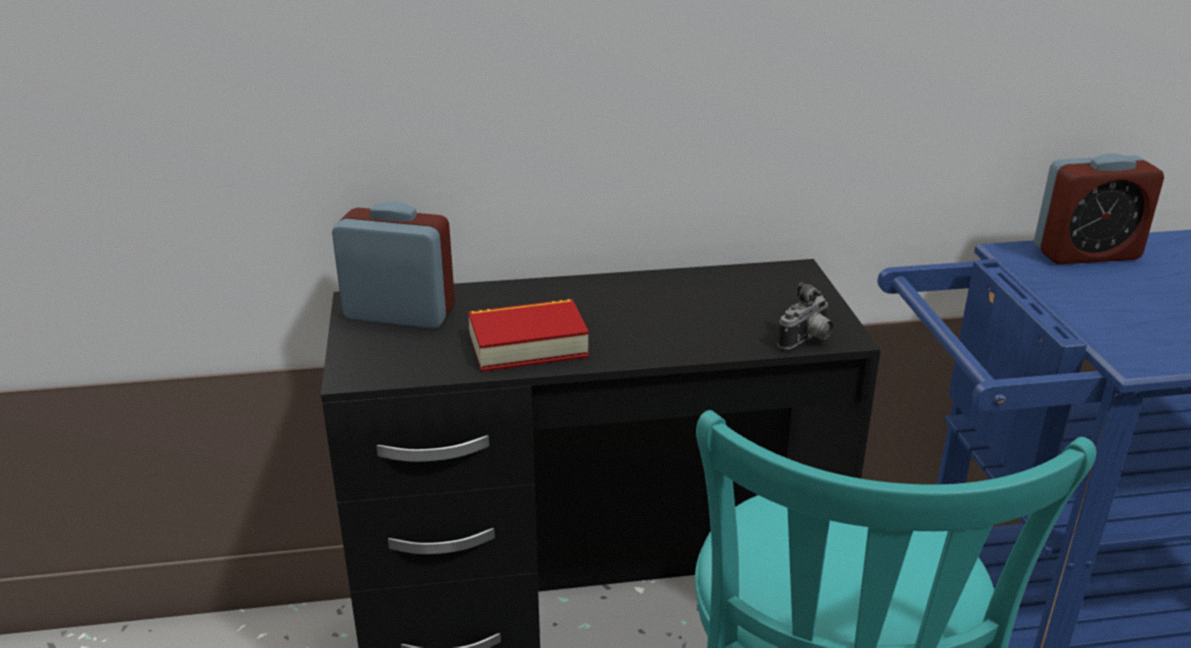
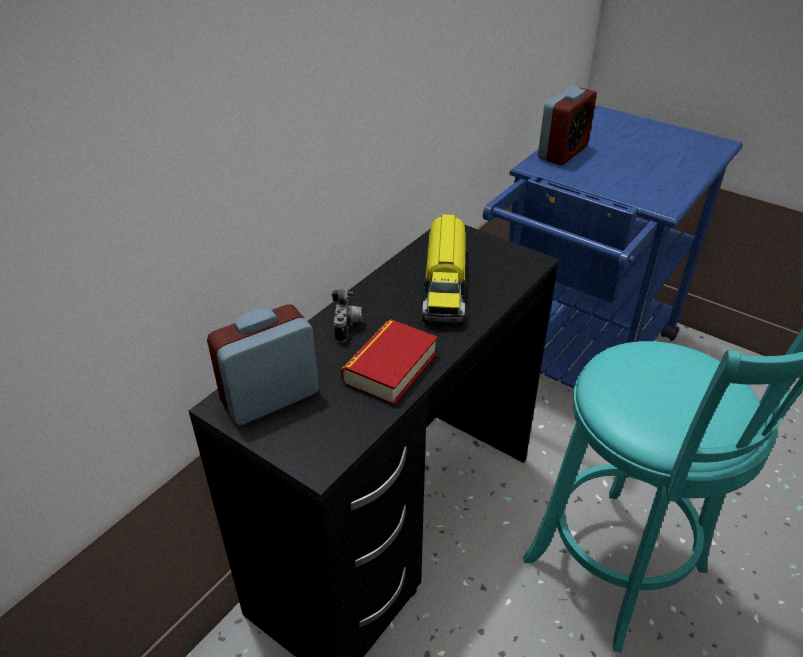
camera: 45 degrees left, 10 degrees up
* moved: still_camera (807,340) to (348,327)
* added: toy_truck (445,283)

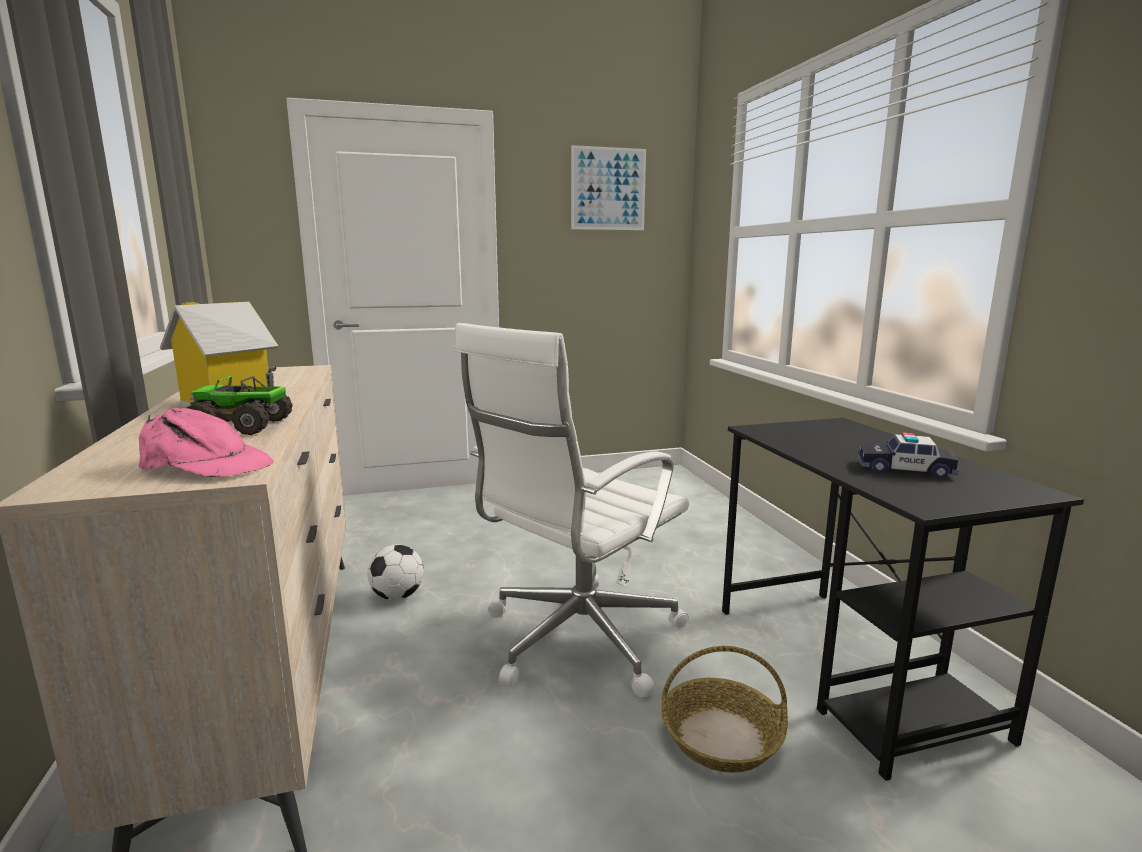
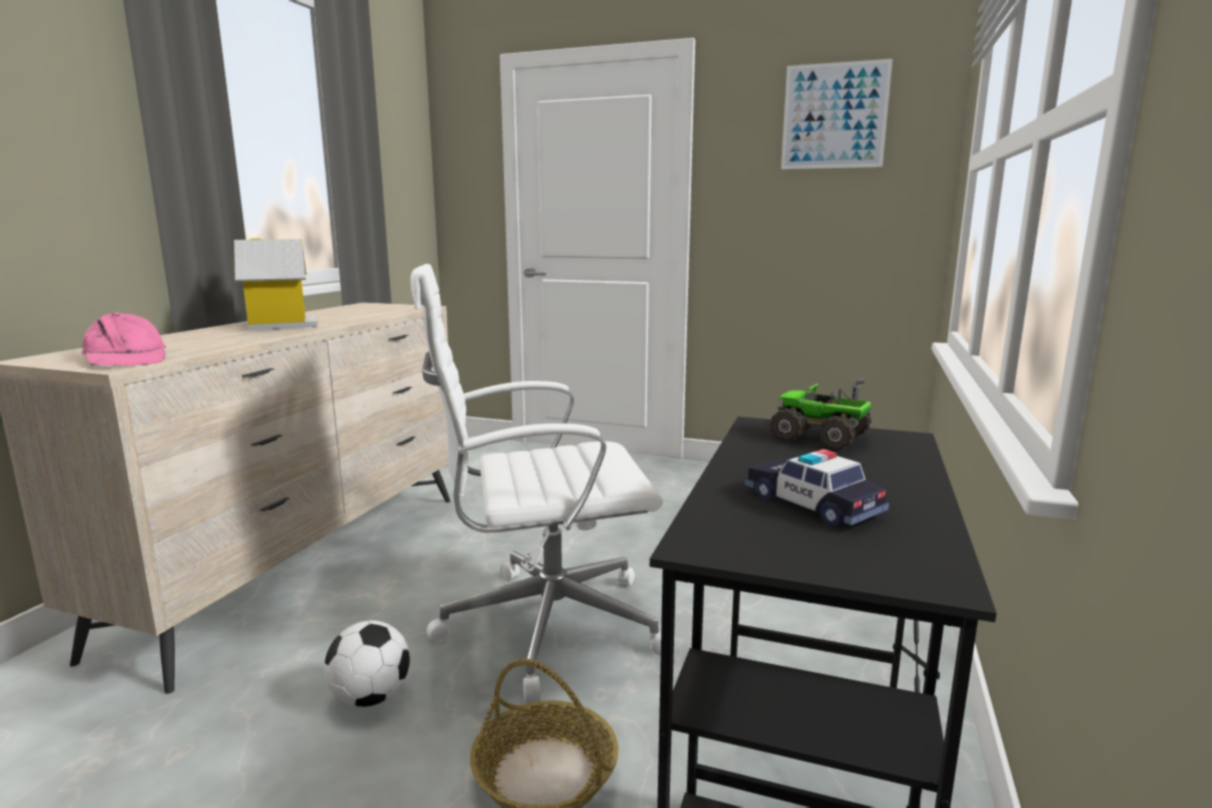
camera: 35 degrees right, 0 degrees up
* moved: toy_truck (243,427) to (821,437)
* moved: football (397,596) to (370,697)

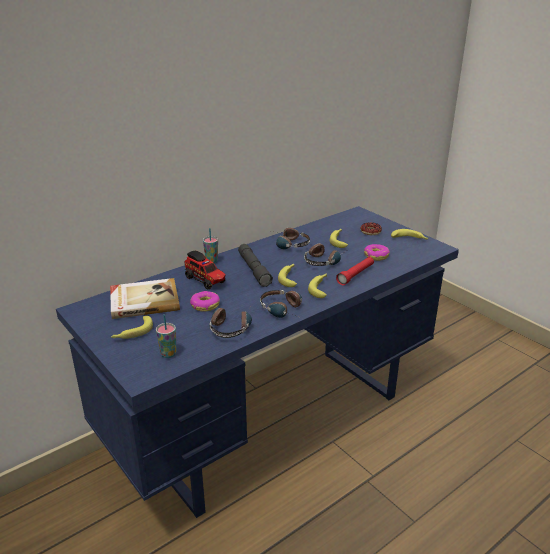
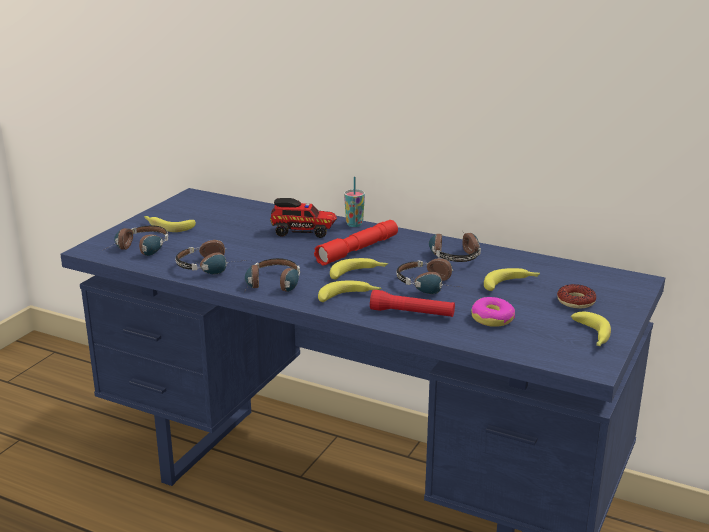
camera: 65 degrees right, 5 degrees down
* recoloured: greyish_hand_torch (254,270) to reddish_hand_torch (357,250)
* turned: toy_truck (206,280) = (304,232) 105 degrees counterclockwise
* removed: volume (144,301)
* removed: doughnut (205,305)
* replaced: drinking_cup (168,354) to pair_of_headphones (138,250)

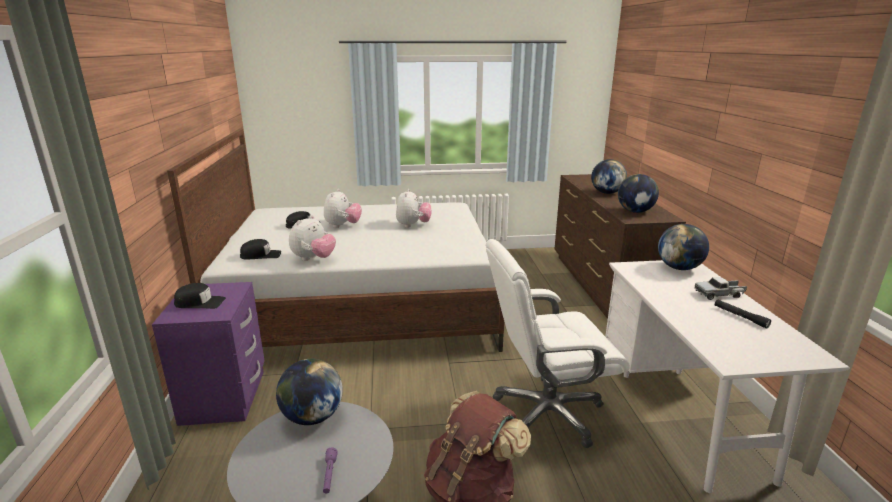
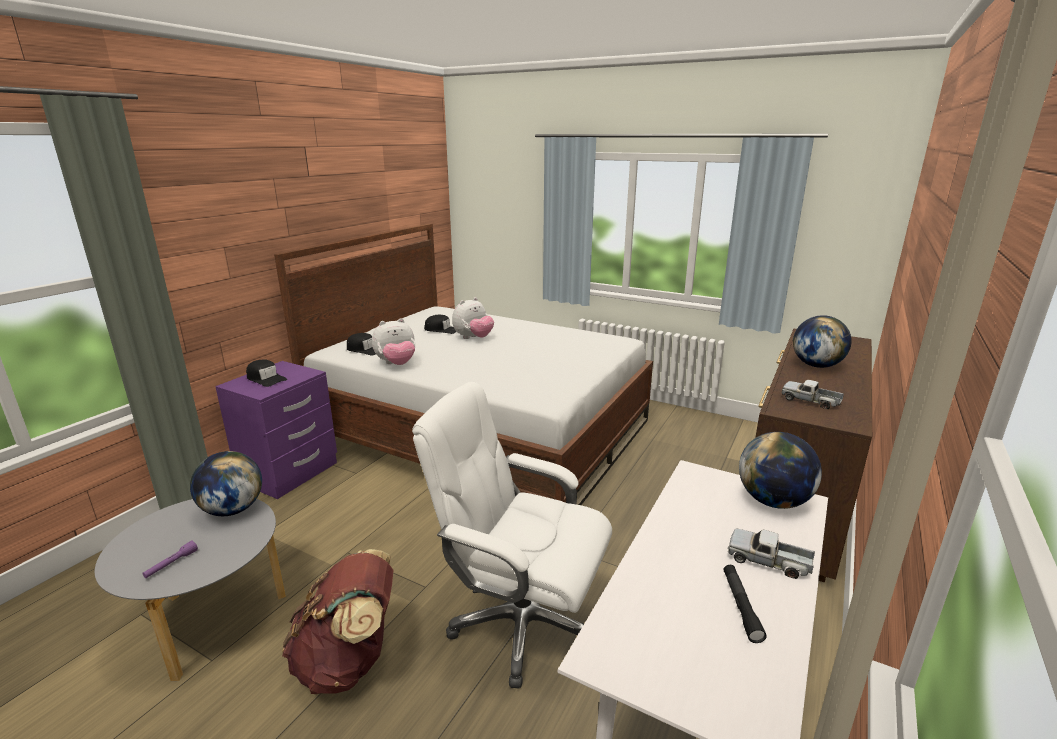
camera: 35 degrees right, 0 degrees up
* replaced: desk_globe (635,211) to toy_truck (810,401)
* removed: cuddly_toy (413,225)

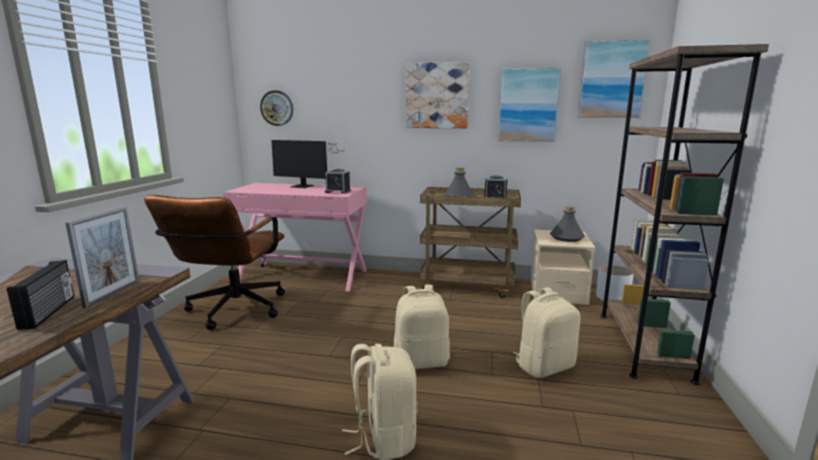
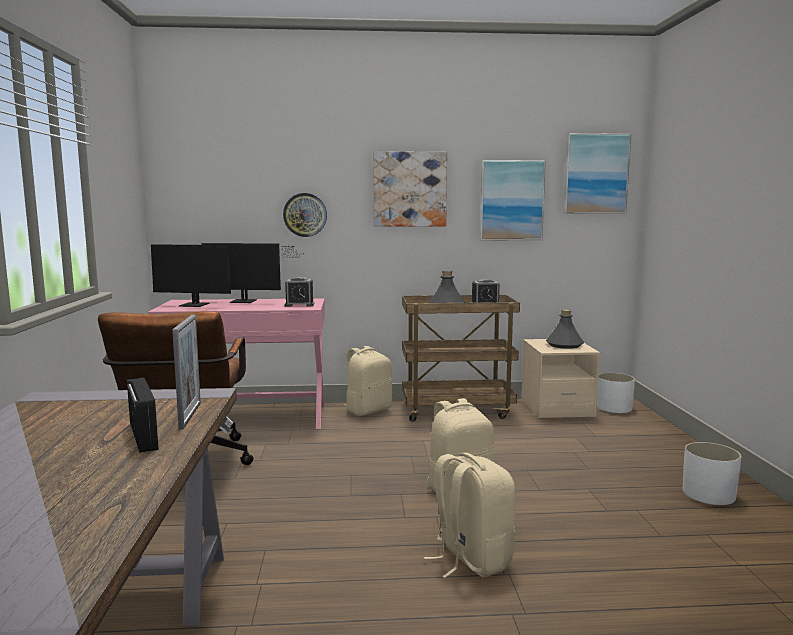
camera: 15 degrees left, 5 degrees down
* removed: brownish_bookcase (643,345)
* moved: wall_clock (277,108) to (305,215)
* moved: beige_knapsack (544,366) to (368,410)
* added: computer_display (197,305)
* added: white-coloured_plant_pot (708,494)

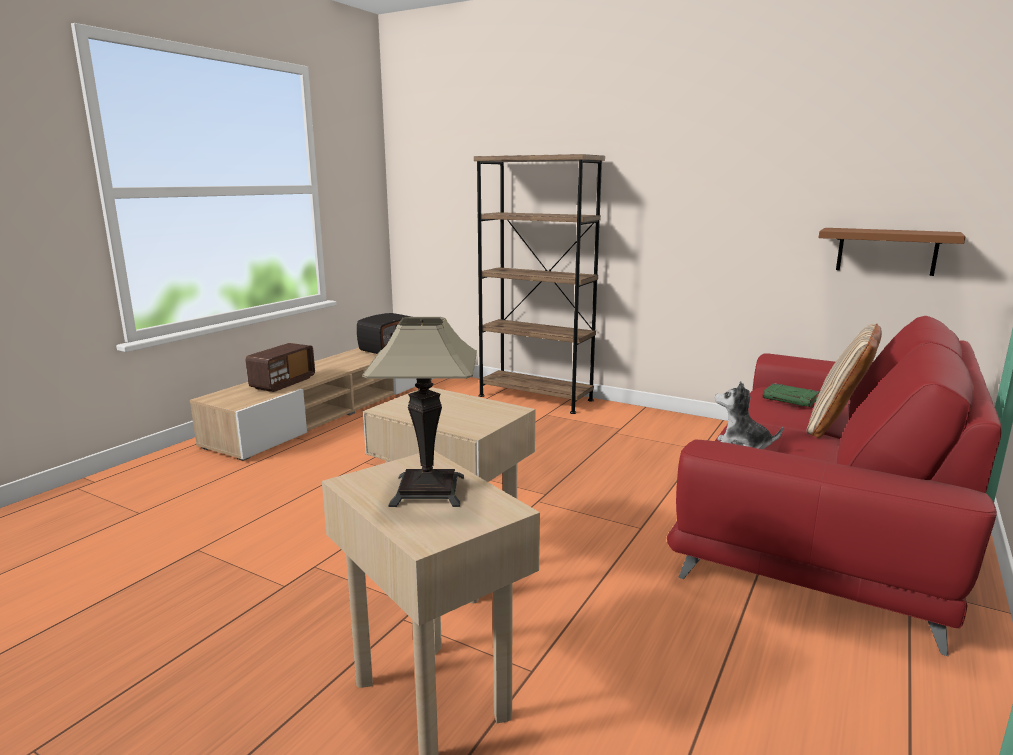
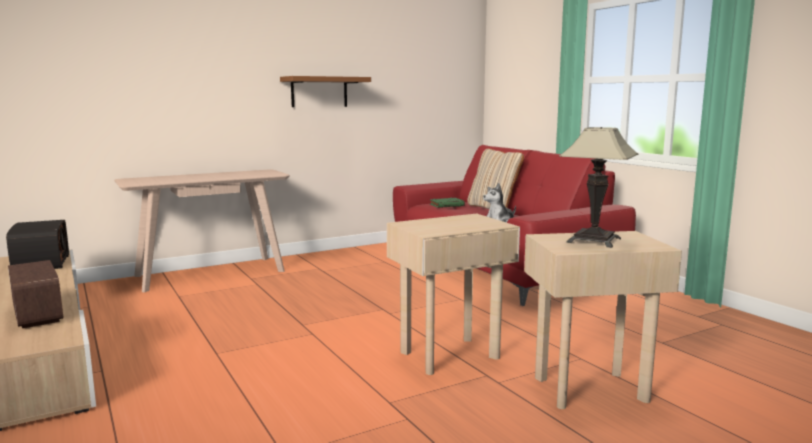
camera: 60 degrees left, 5 degrees down
* replaced: brownish_bookcase (535,398) to beige_narrow_table (210,273)
* moved: brownish_wall_shelf (886,251) to (319,92)

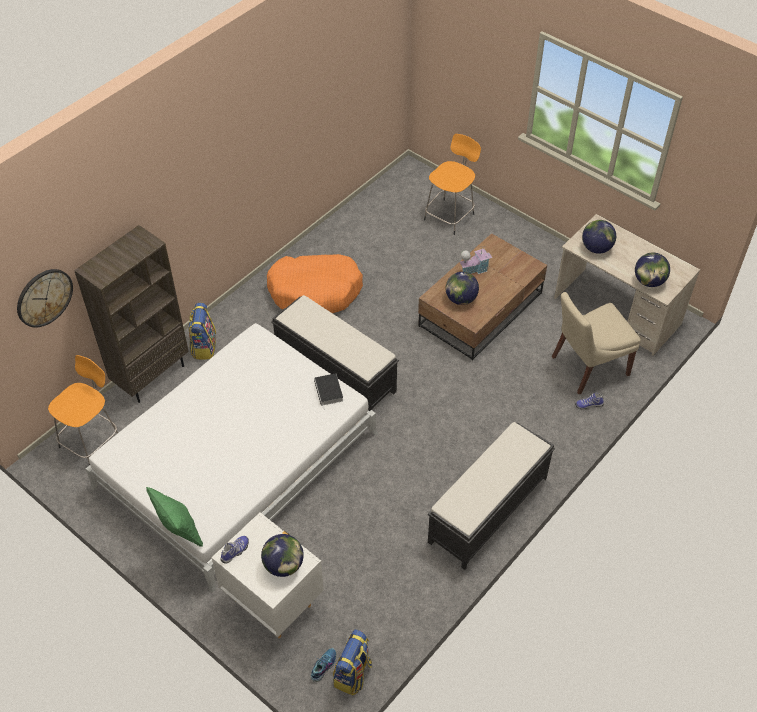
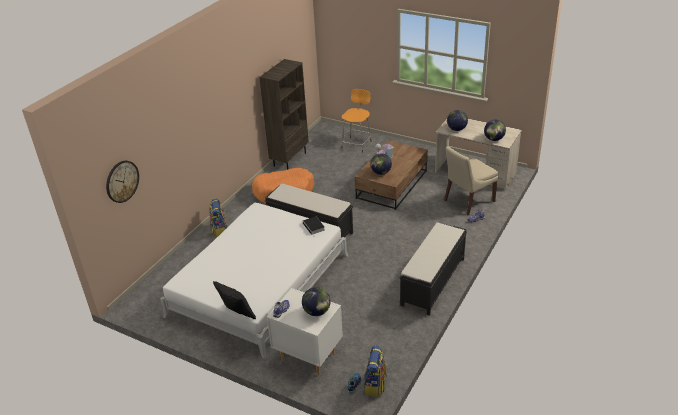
camera: 10 degrees left, 15 degrees down
* moved: brownish_bookcase (151,375) to (289,159)
* removed: orangey_sitting_stool (91,441)
* recoloured: green_throw_pillow (179,531) to black-coloured_throw_pillow (237,314)

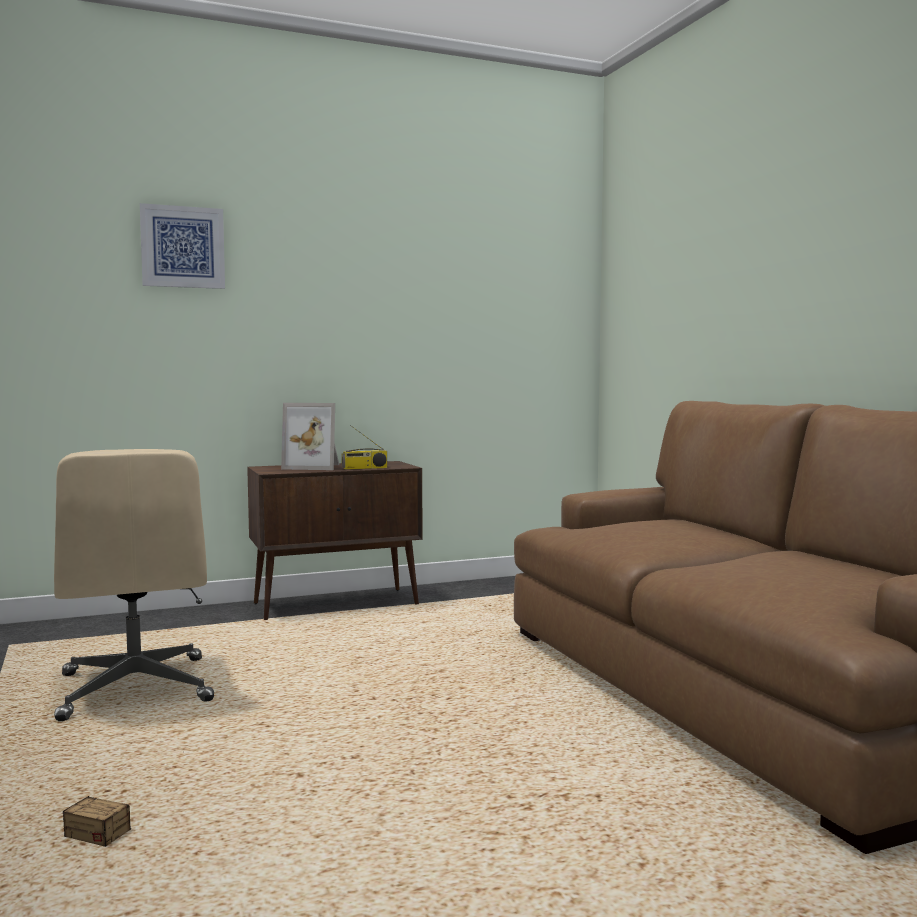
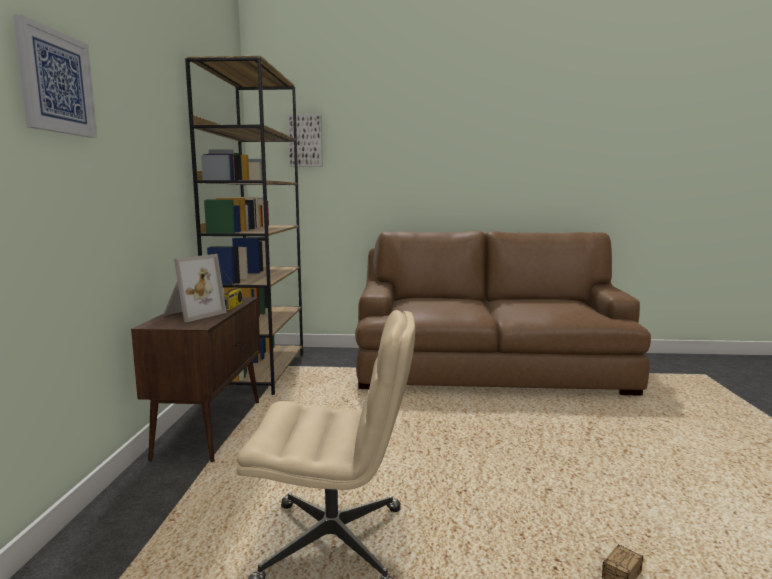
camera: 65 degrees left, 5 degrees up
* added: brownish_bookcase (260,372)
* added: picture (306,141)

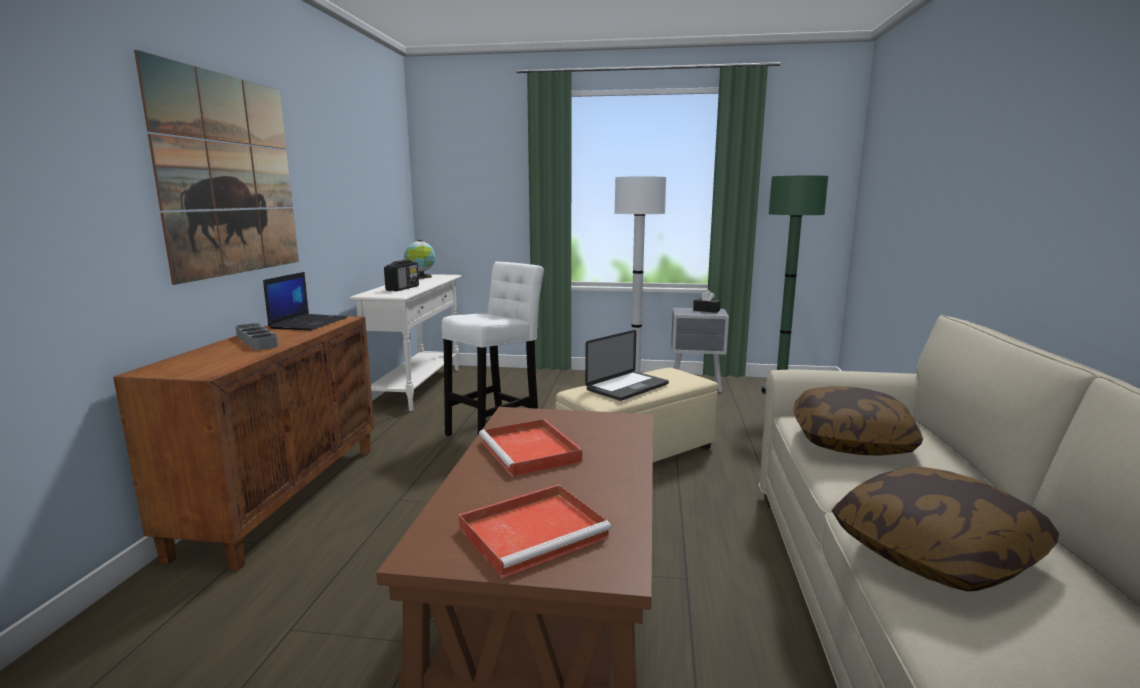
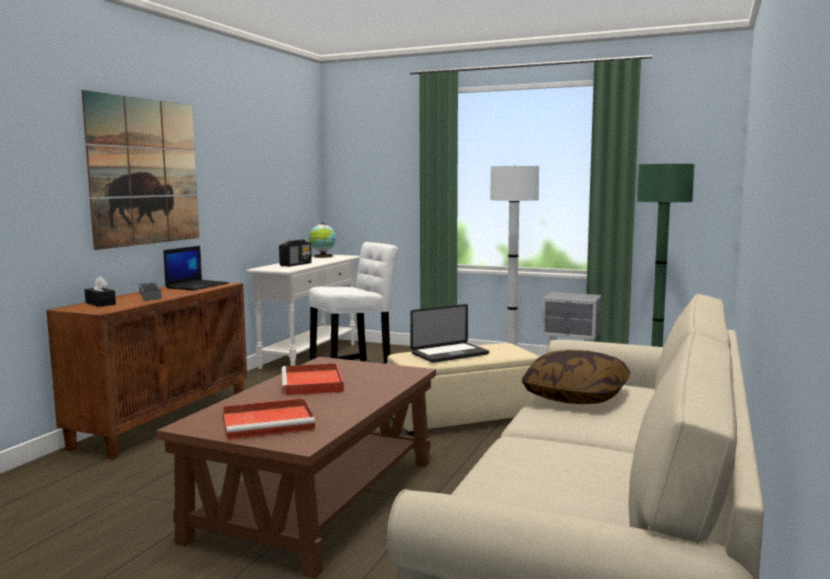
camera: 15 degrees right, 5 degrees down
* moved: black-coloured_box_of_tissues (706,310) to (100,303)
* removed: throw_pillow (935,553)

